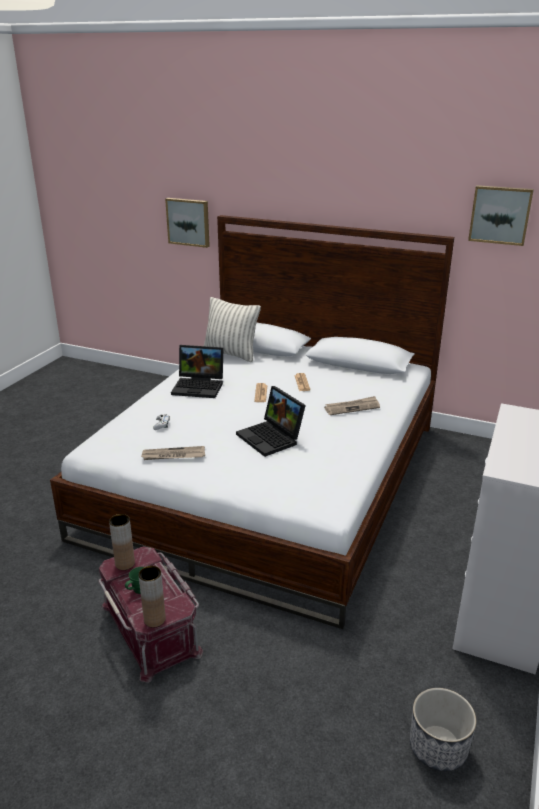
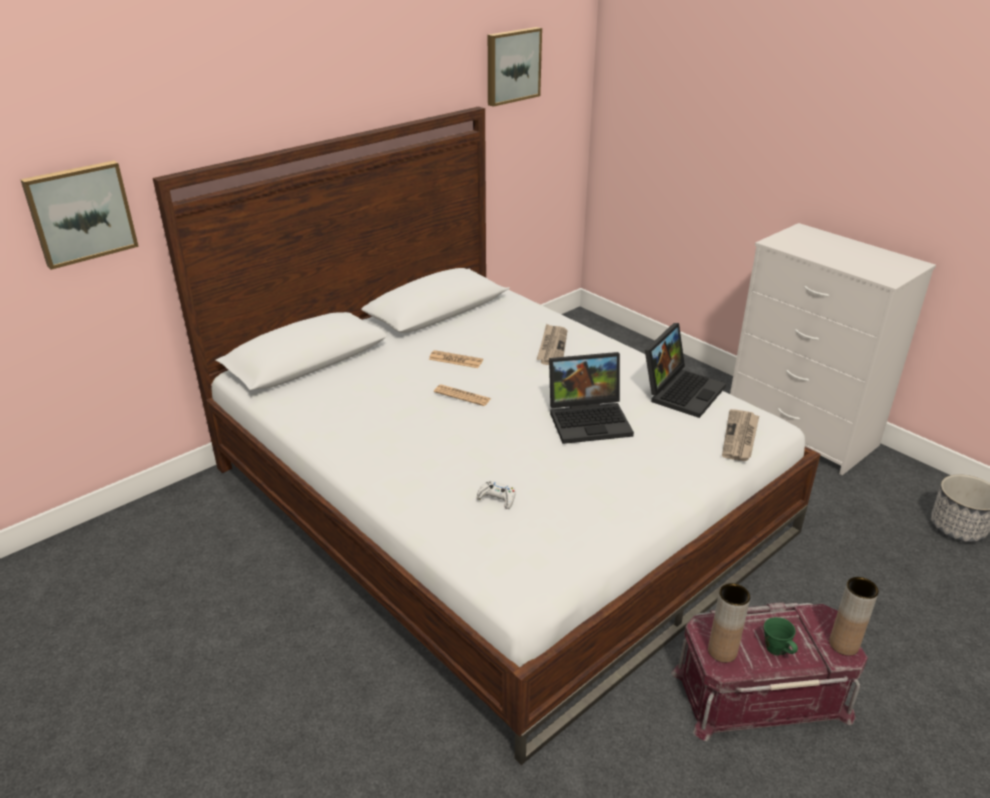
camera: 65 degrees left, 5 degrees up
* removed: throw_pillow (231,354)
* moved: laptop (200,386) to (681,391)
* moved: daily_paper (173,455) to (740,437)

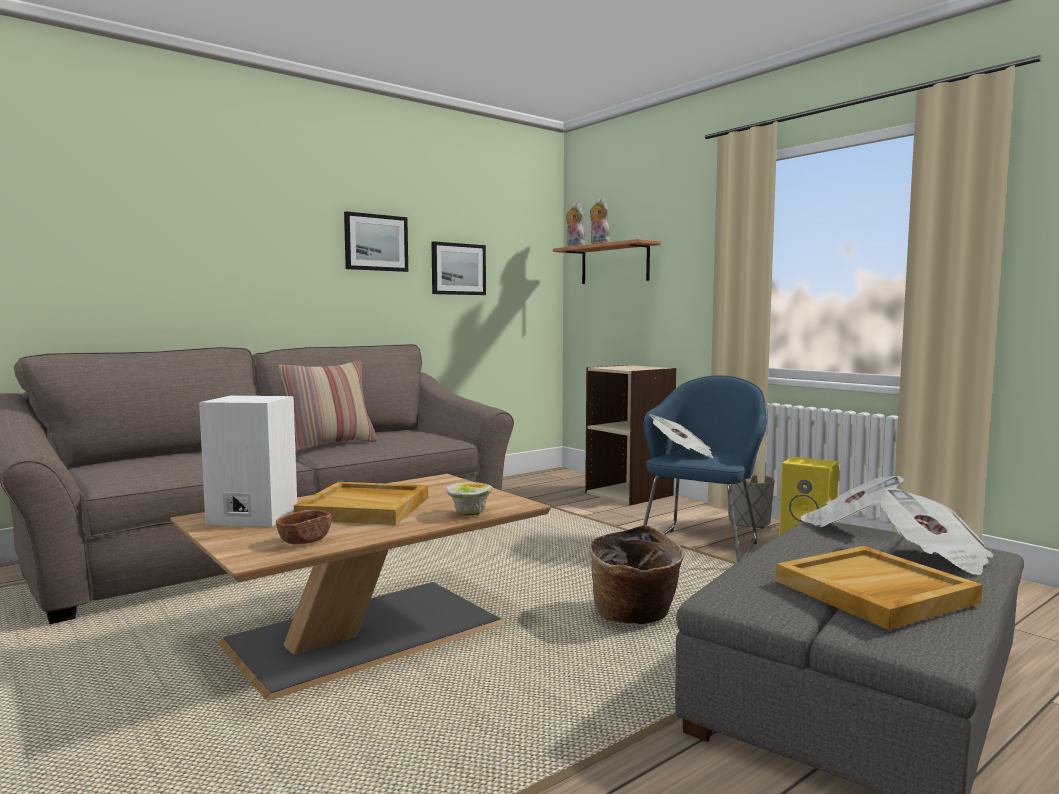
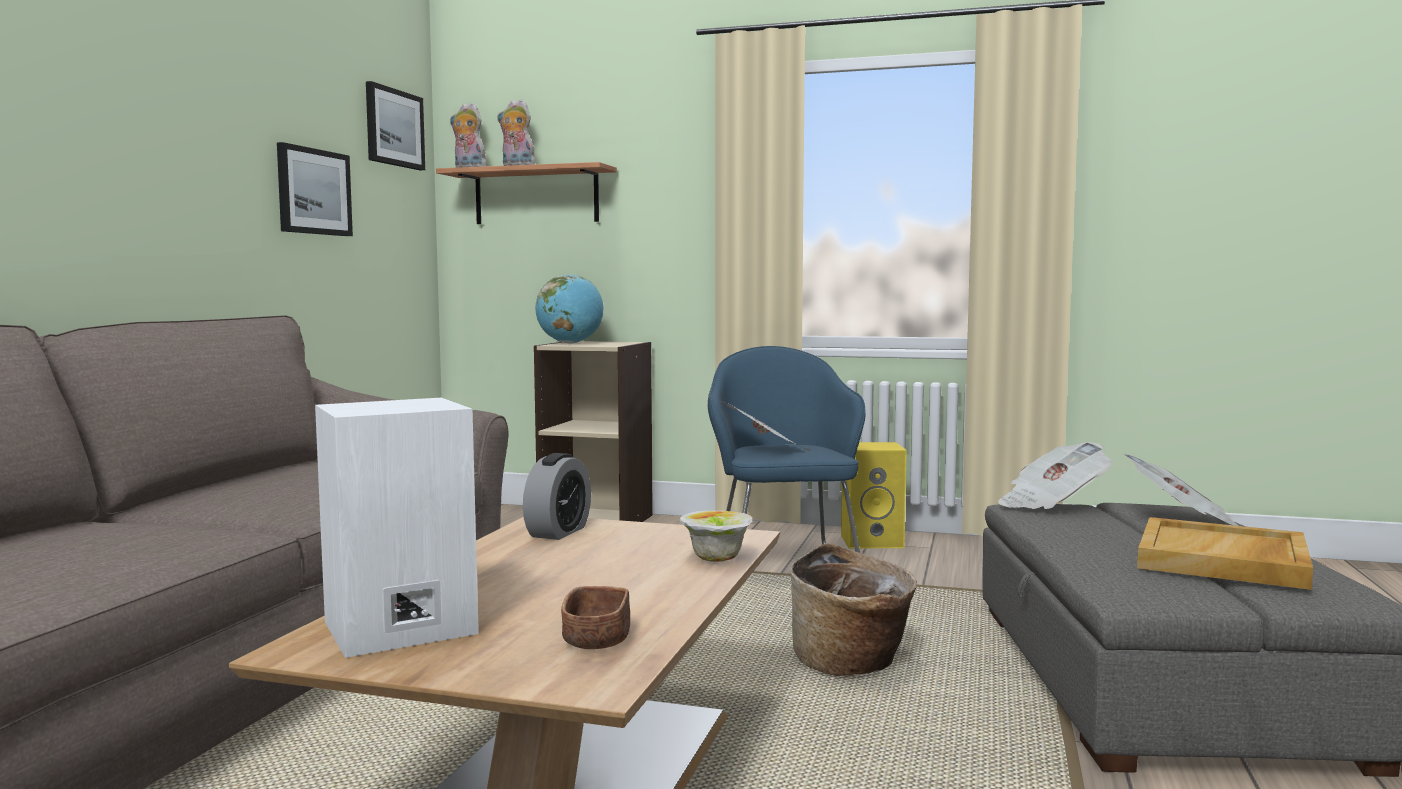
camera: 35 degrees left, 0 degrees up
* moved: picture (376,242) to (394,128)
* removed: throw_pillow (330,444)
* removed: greyish_plant_pot (748,523)
* removed: beige_serving_tray (366,508)
* added: desk_globe (570,343)
* added: bedside_clock (558,532)

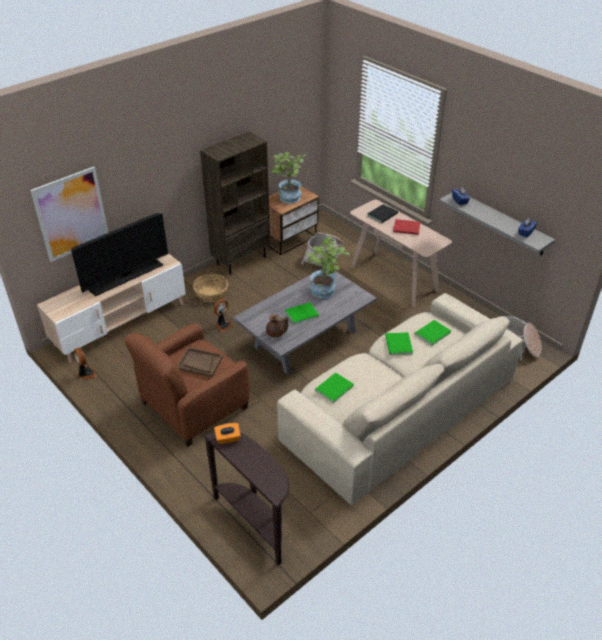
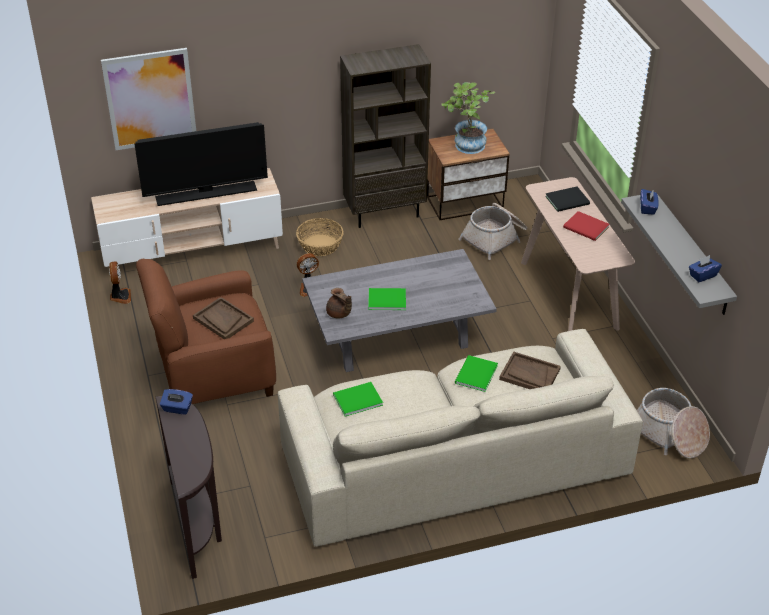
camera: 25 degrees right, 0 degrees up
* removed: houseplant (325,292)
* replaced: green_volume (431,333) to brownish_serving_tray (529,374)
* recoloured: orangey_box_of_tissues (228,438) to blue-coloured_box_of_tissues (177,408)

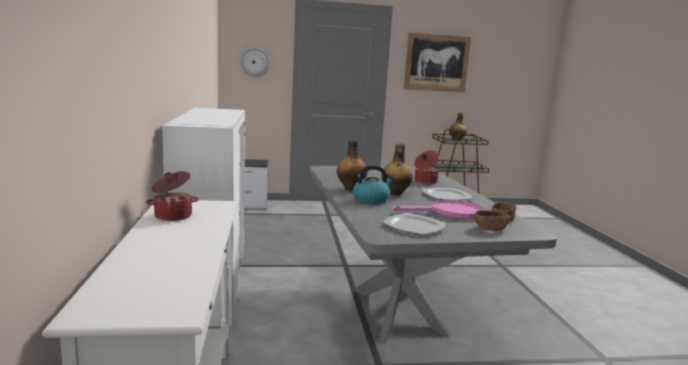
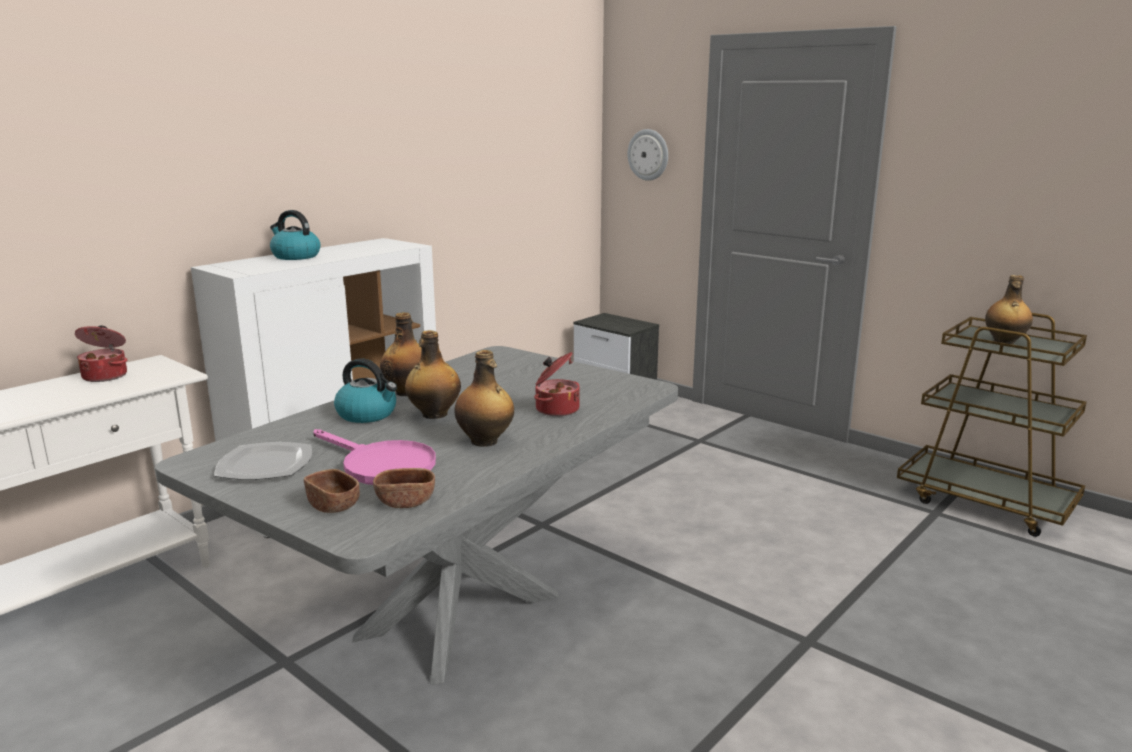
camera: 50 degrees right, 5 degrees up
* removed: picture (436,63)
* replaced: flat_dish (447,196) to drink_bottle (485,441)
* added: tea_kettle (295,256)

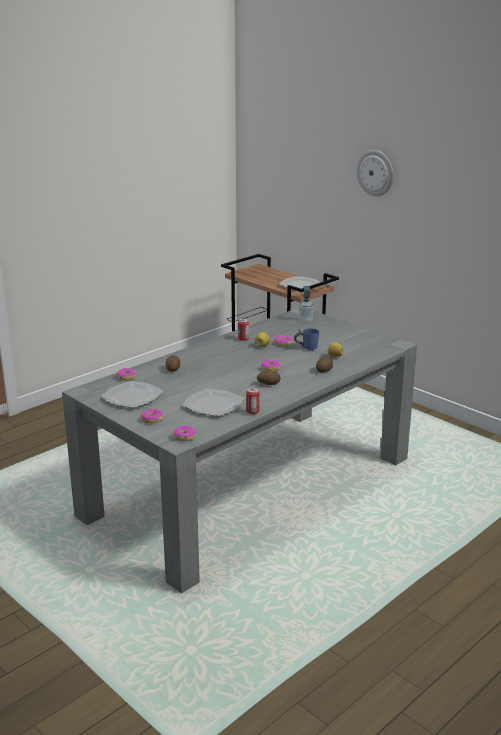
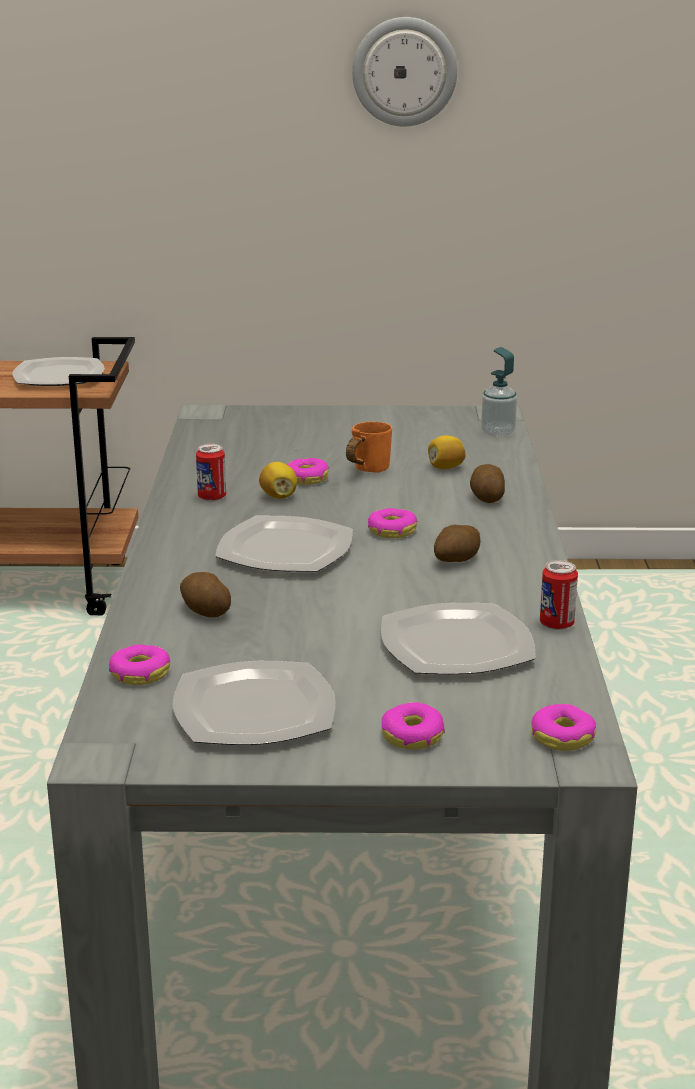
camera: 45 degrees left, 0 degrees up
* moved: wall_clock (375,173) to (404,72)
* moved: liquid_soap_bottle (305,320) to (498,433)
* recoloured: blue-coloured_tea_mug (306,347) to orangey_tea_mug (363,471)
* added: flat_dish (284,550)

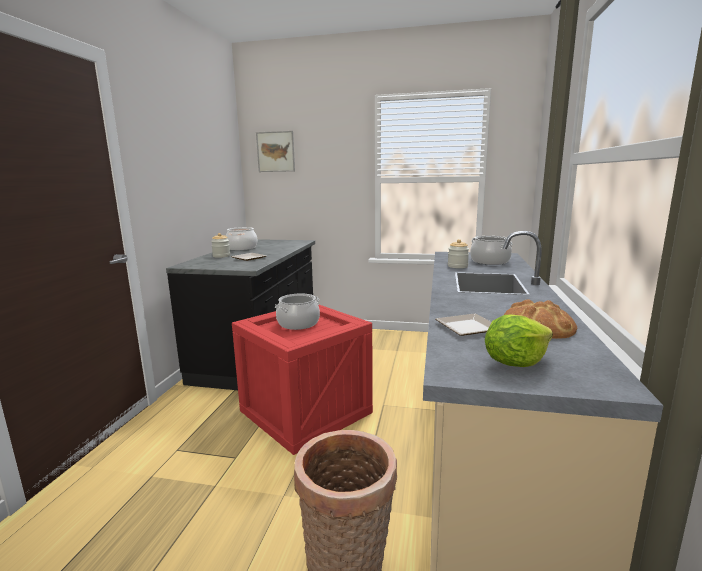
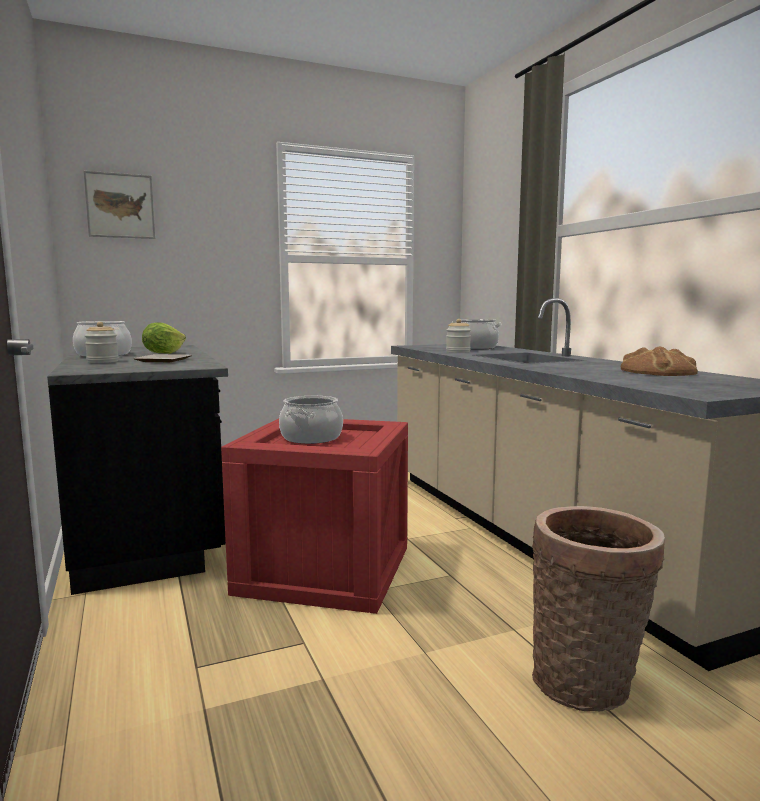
camera: 35 degrees left, 5 degrees down
* removed: flat_dish (468,327)
* moved: lettuce (515,362) to (163,353)

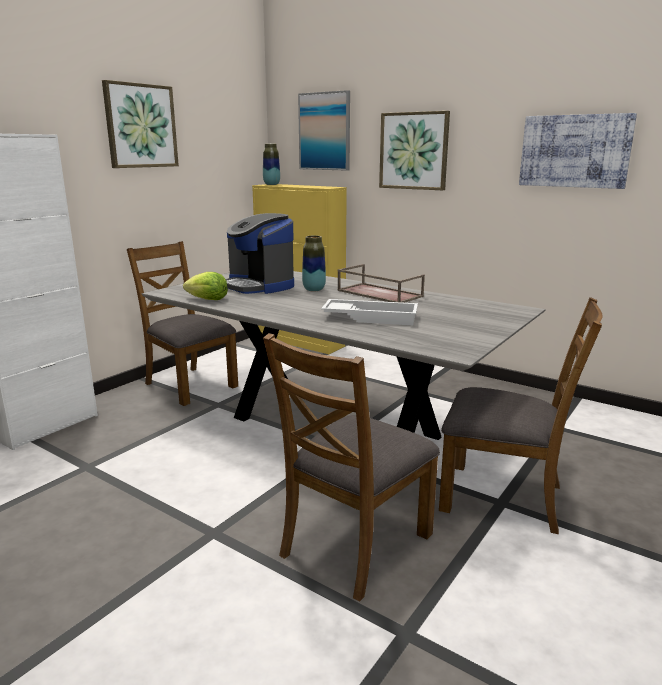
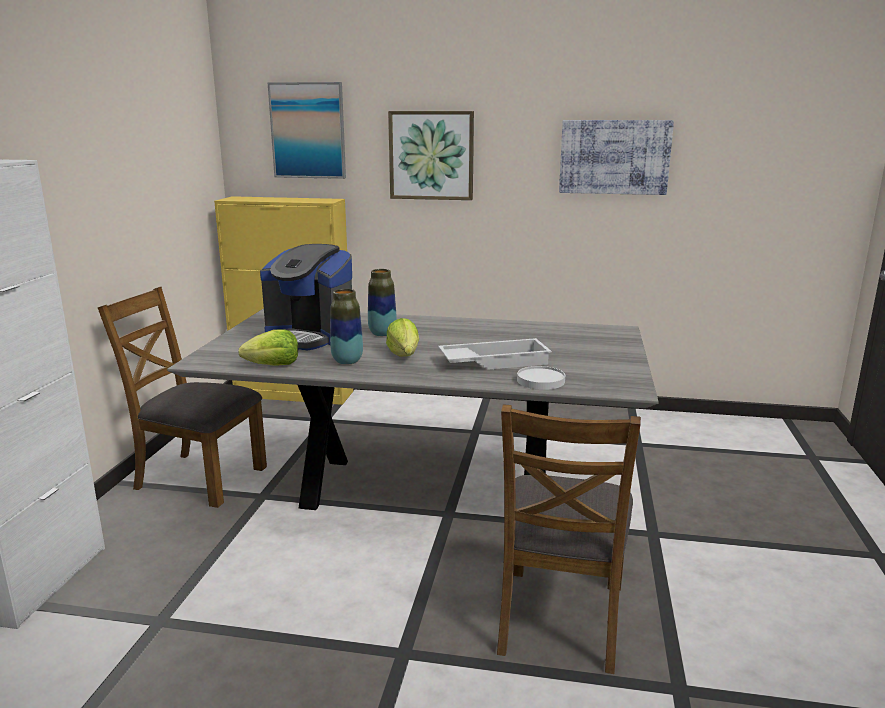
camera: 25 degrees left, 0 degrees up
* removed: picture (140,126)
* moved: flower_vase (271,184) to (347,361)
* removed: brownish_serving_tray (378,293)
* removed: brownish_upright_chair (503,497)
* added: lettuce (404,355)
* added: white-coloured_flat_dish (541,381)

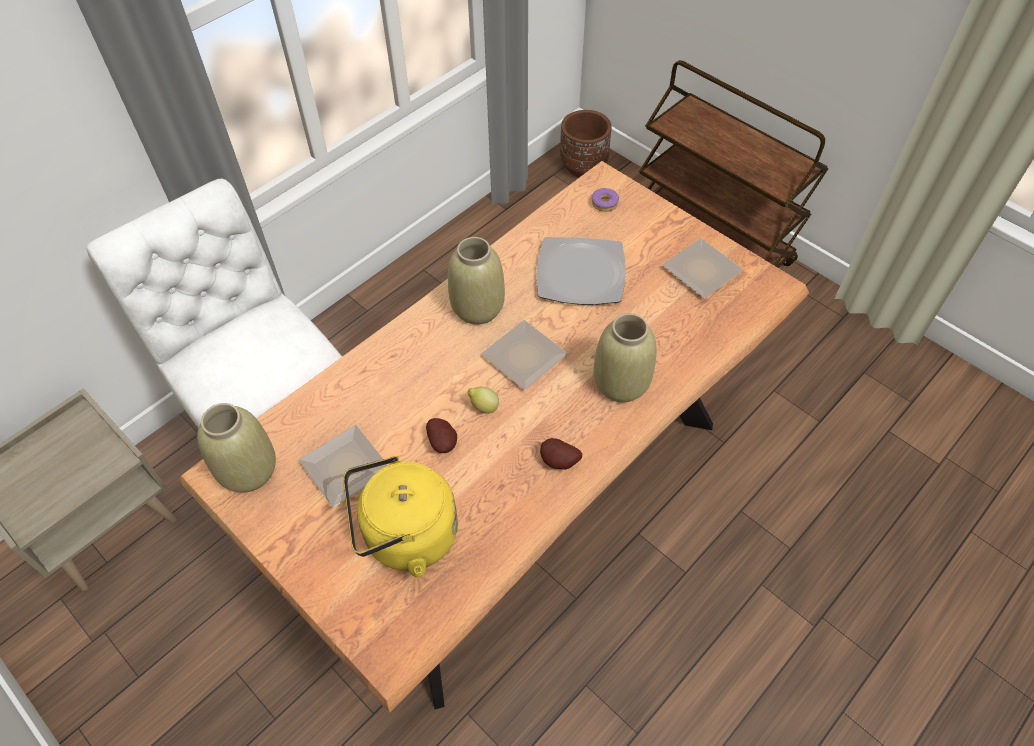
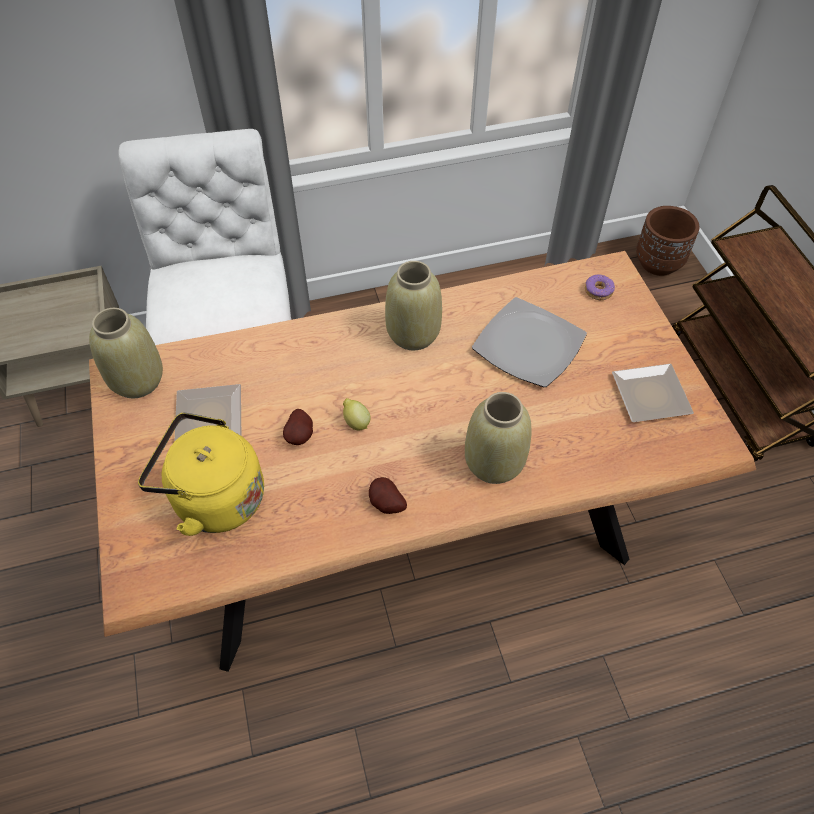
camera: 30 degrees right, 0 degrees up
* removed: flat_dish (524,354)

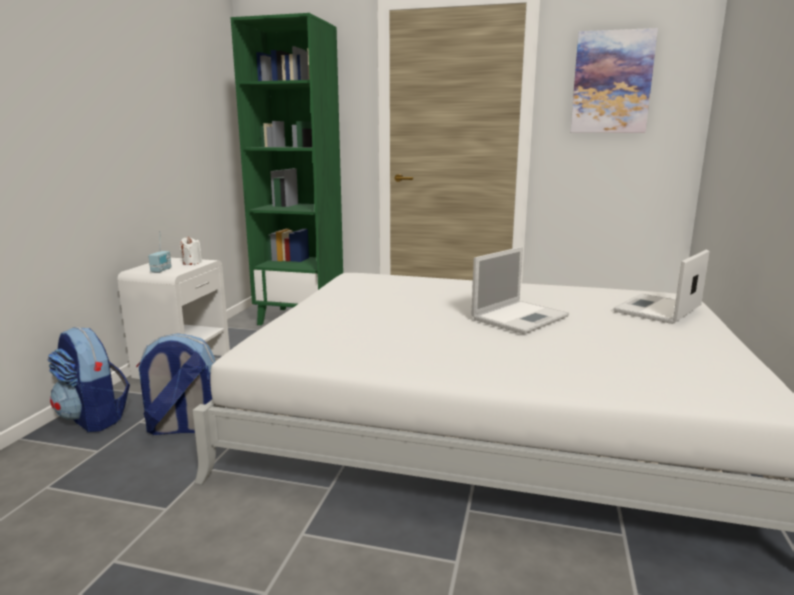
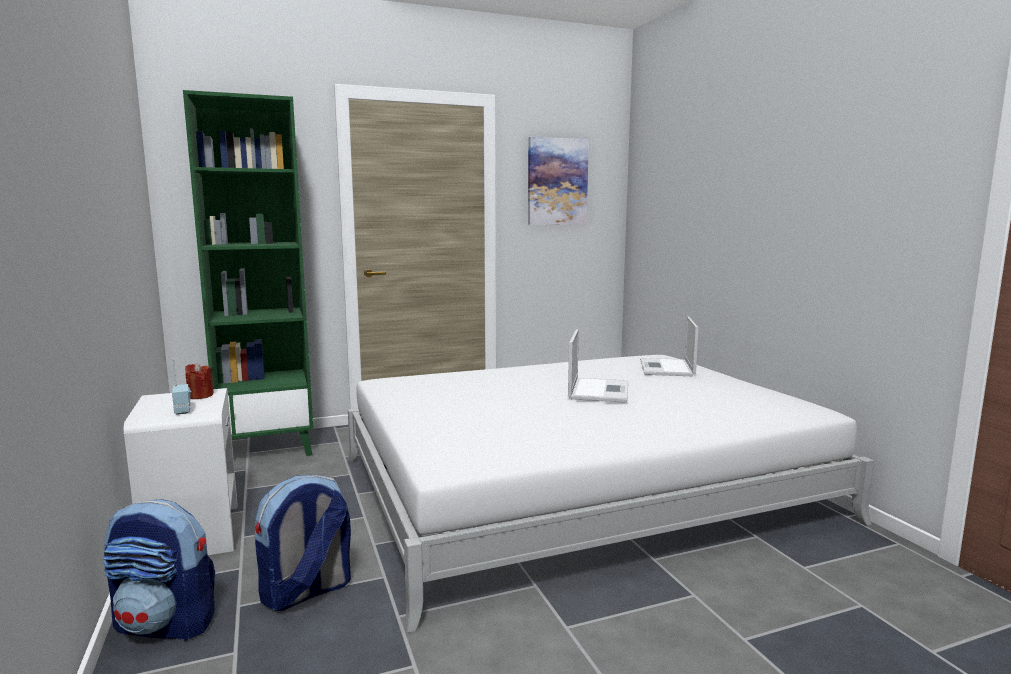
camera: 35 degrees left, 5 degrees down
* recoloured: white-coloured_wax_light (192,263) to reddish_wax_light (200,396)

